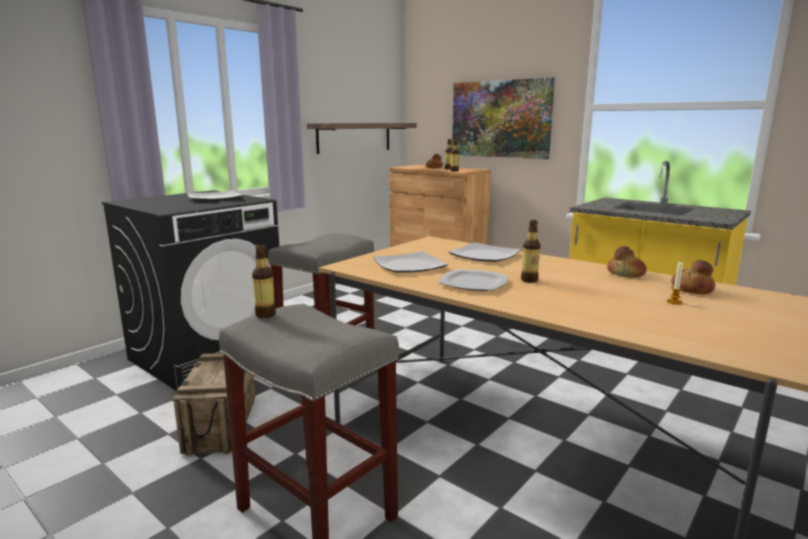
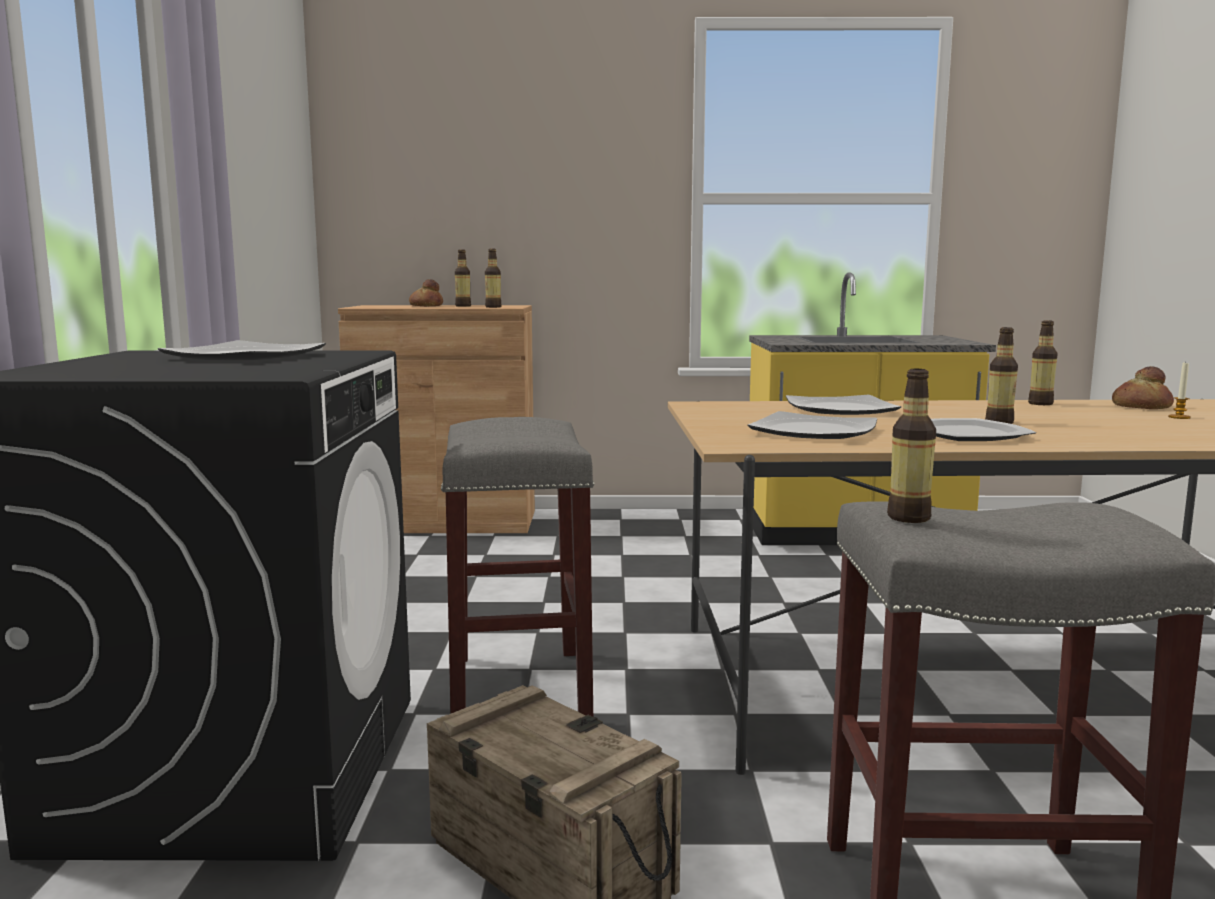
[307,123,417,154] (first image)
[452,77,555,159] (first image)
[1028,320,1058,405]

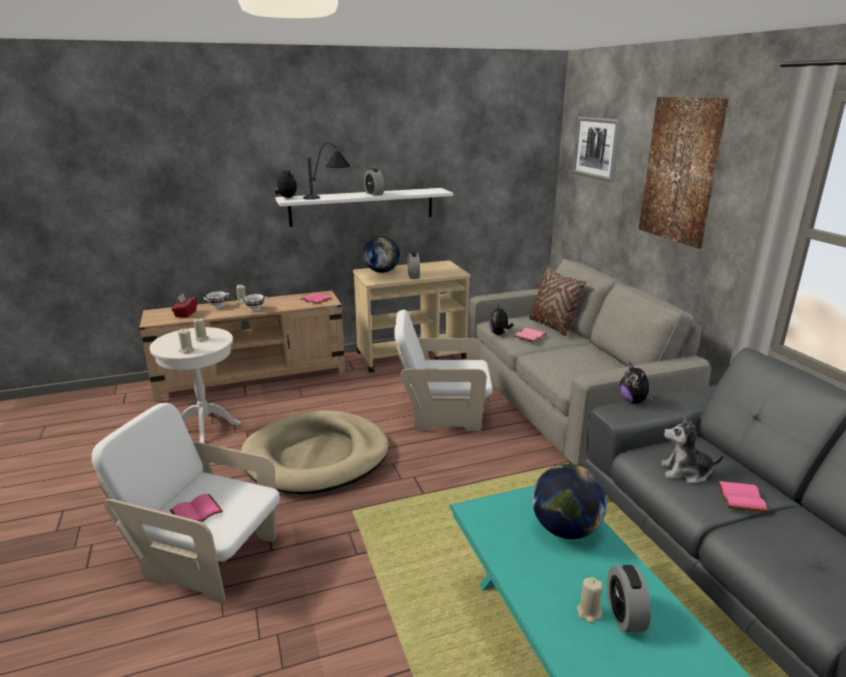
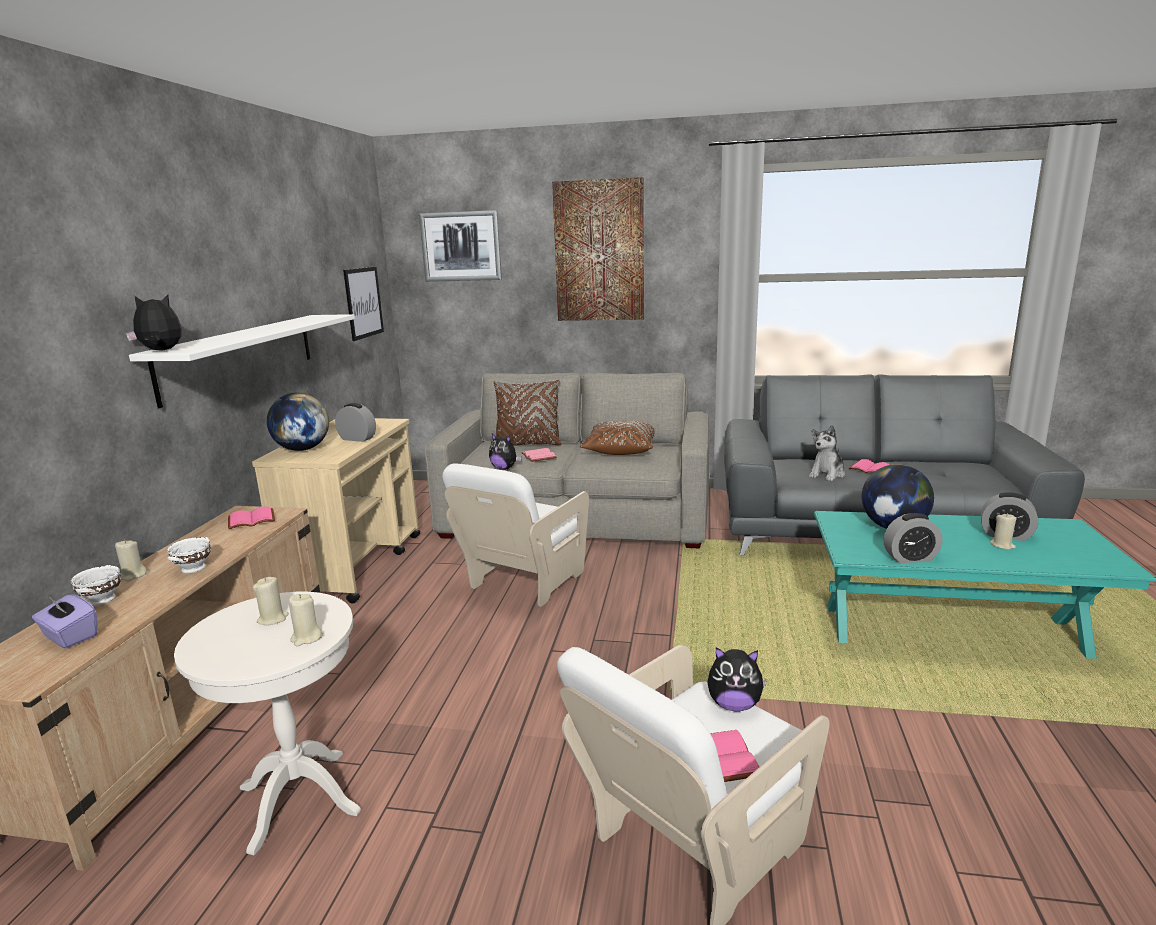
[241,411,389,494] (first image)
[303,143,350,200] (first image)
[343,266,384,341]
[580,421,655,455]
[884,513,943,563]
[707,647,767,711]
[32,594,97,649]

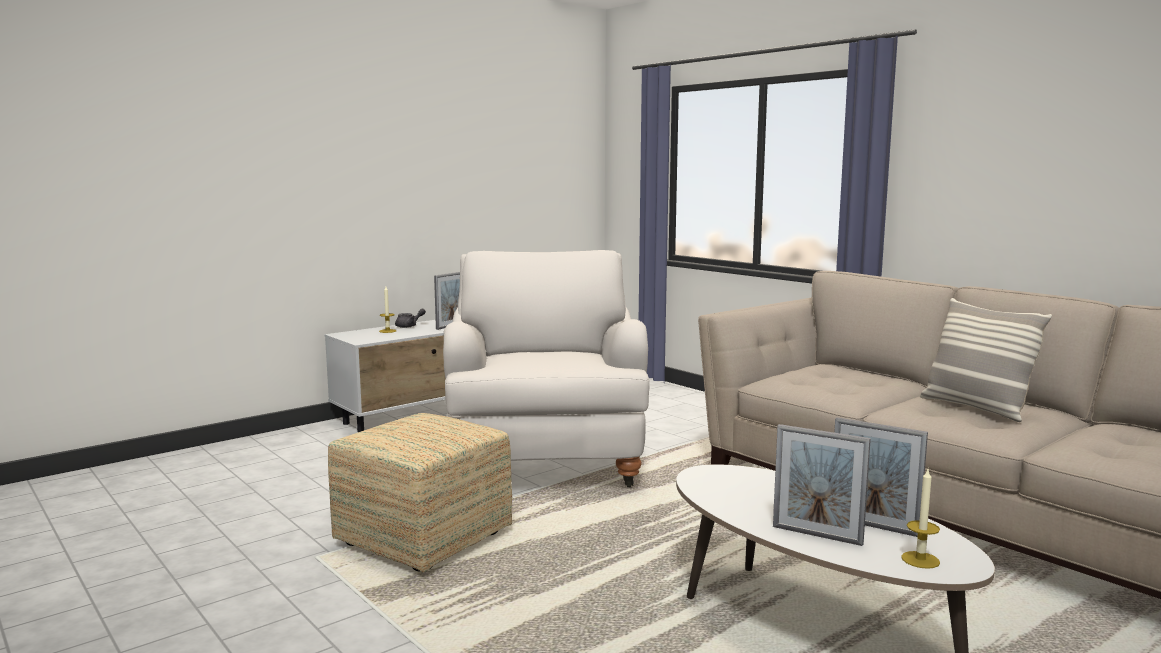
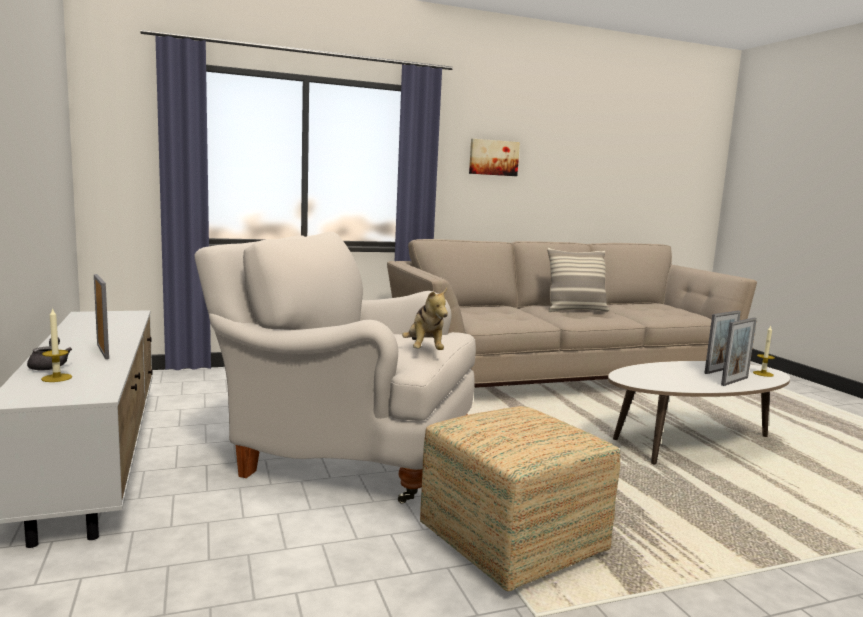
[402,288,448,350]
[469,139,520,176]

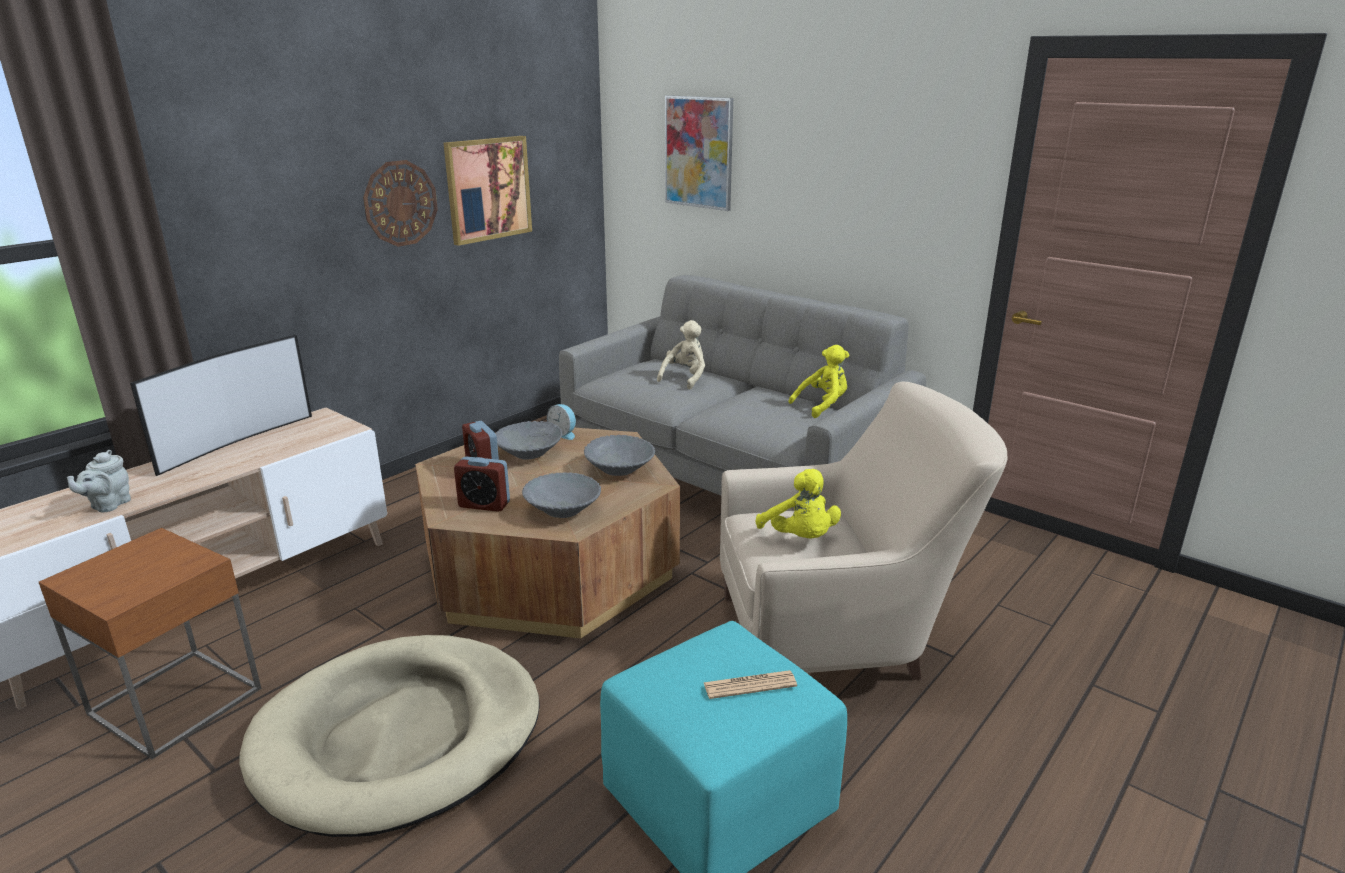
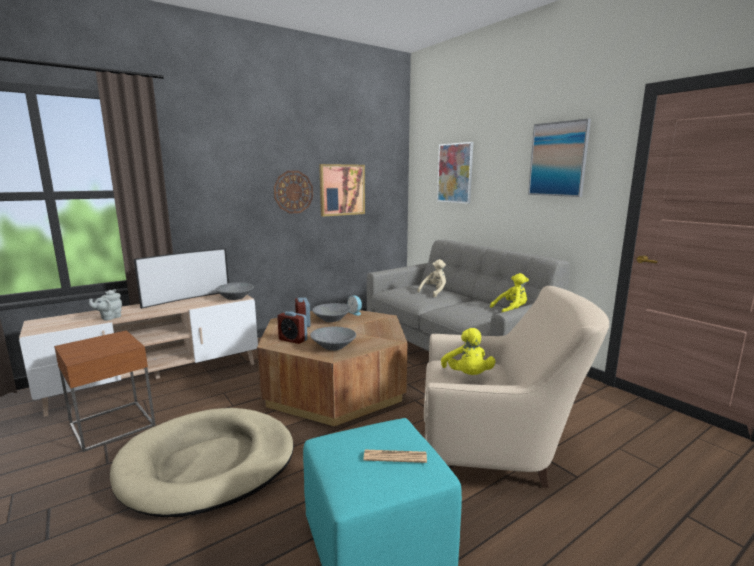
[528,118,591,197]
[215,282,254,300]

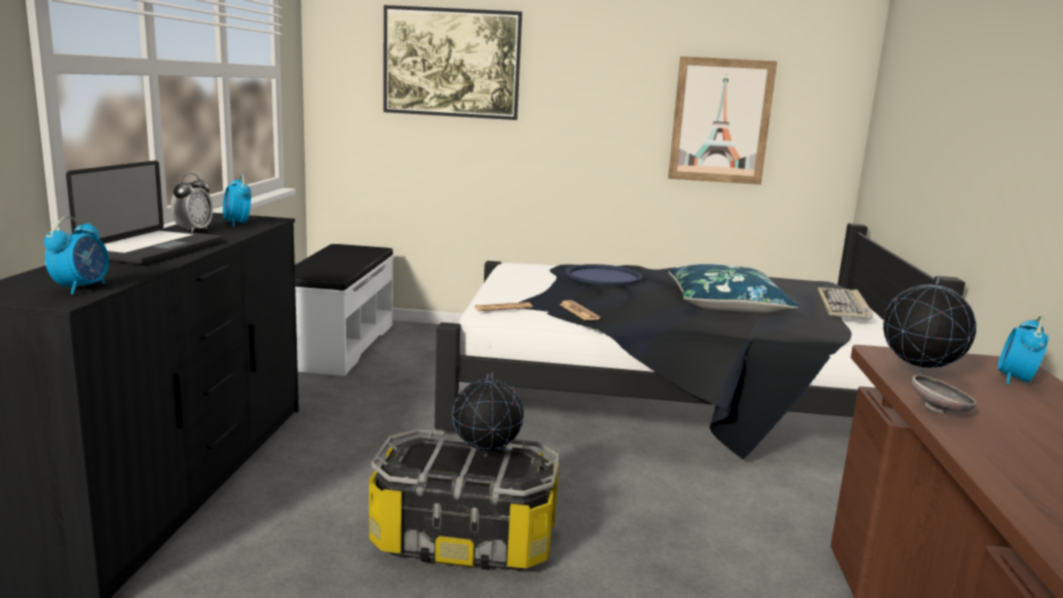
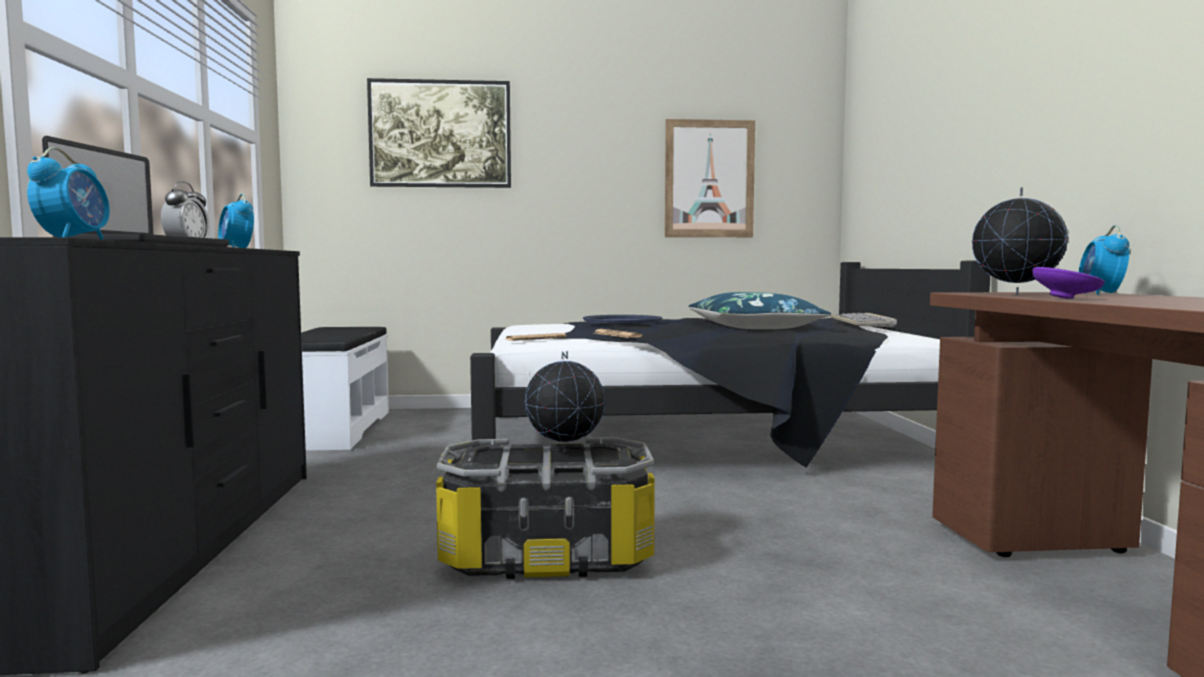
[1032,267,1105,299]

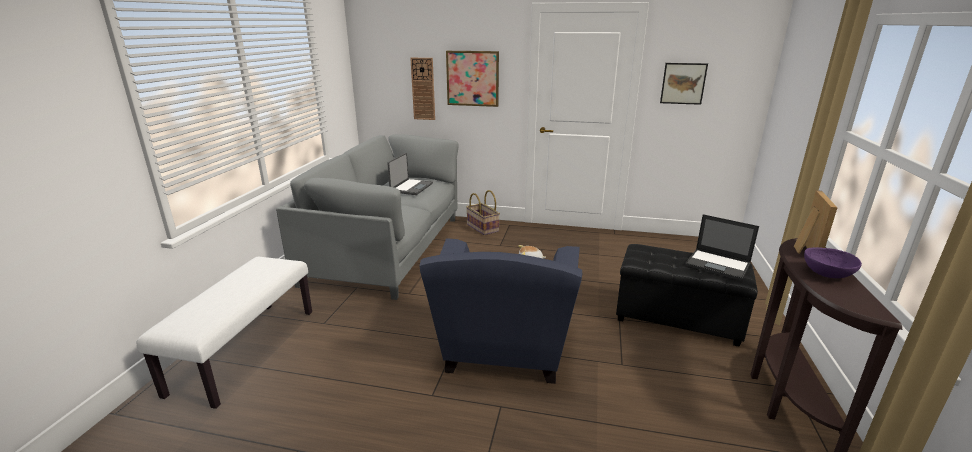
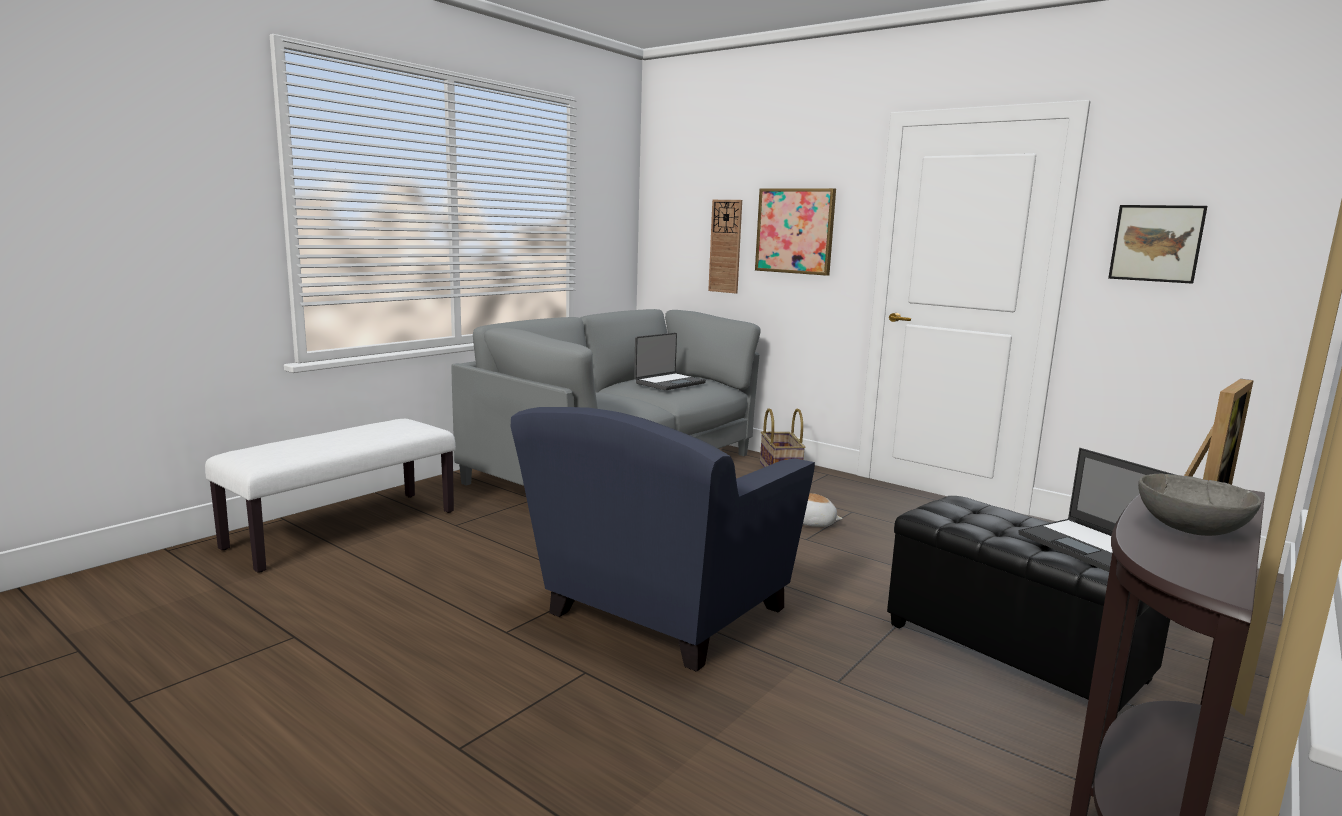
[1138,474,1261,536]

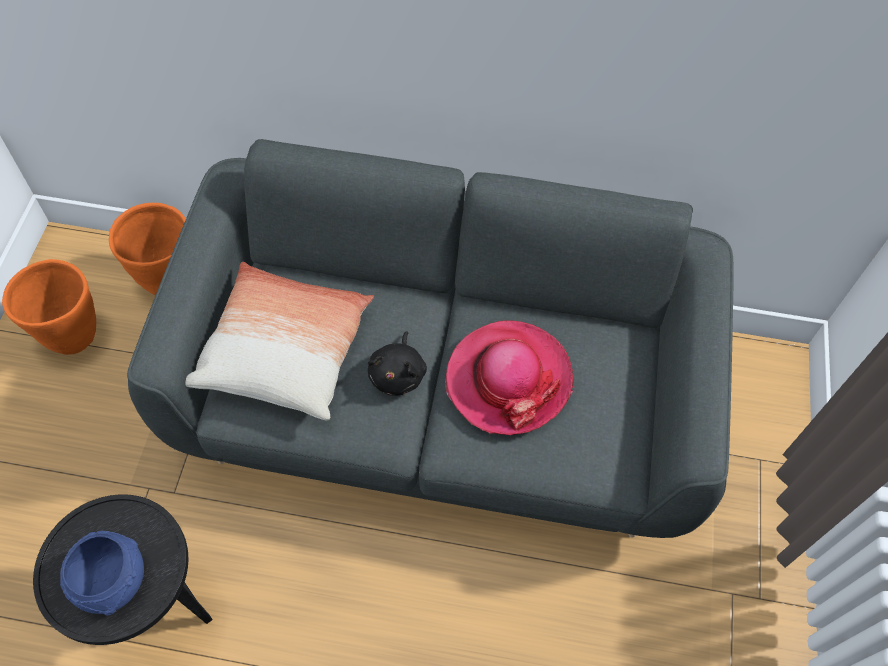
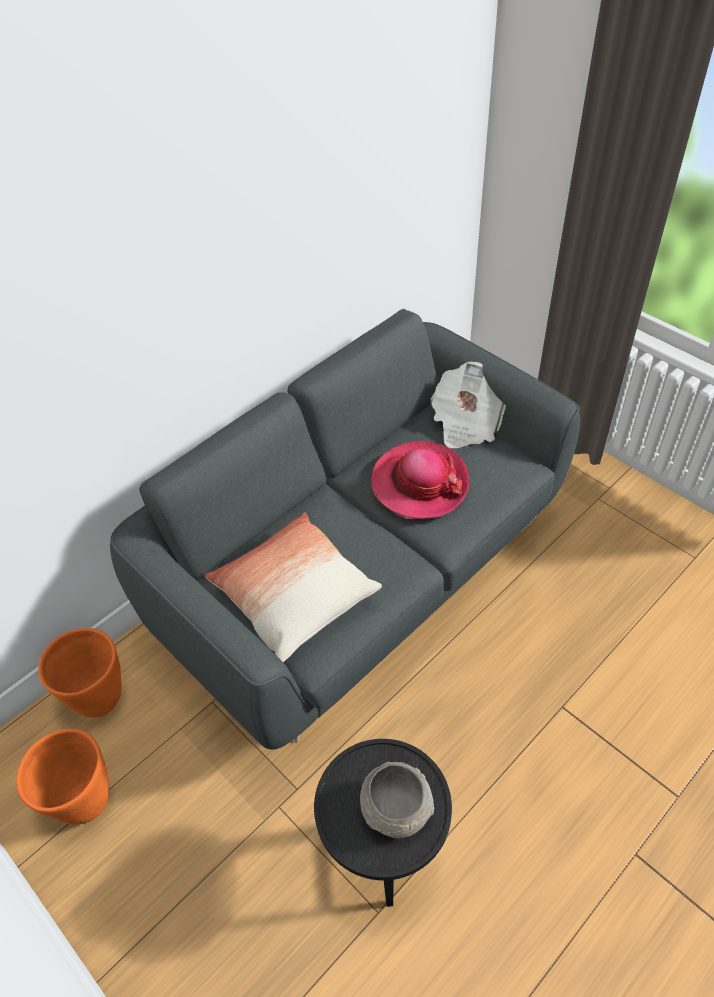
[368,331,427,396] (first image)
[431,362,506,448]
[360,762,434,838]

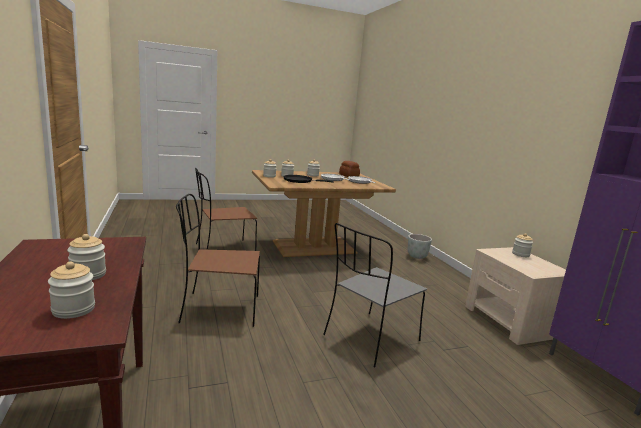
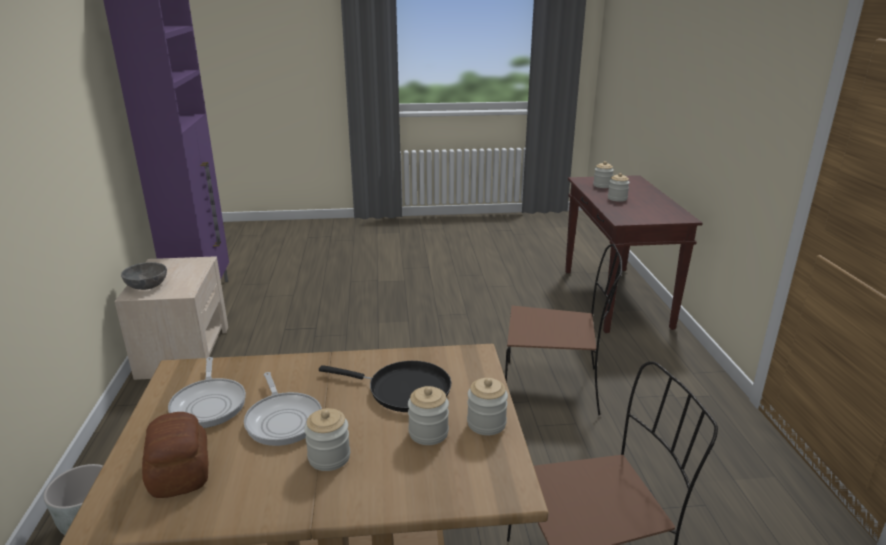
[323,223,427,367] (first image)
[121,262,167,290]

